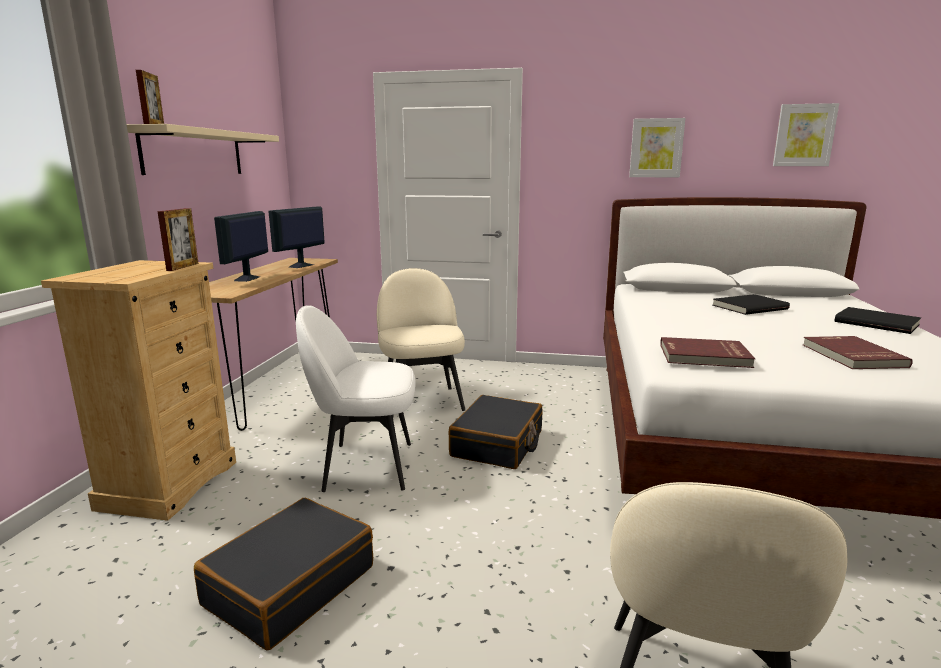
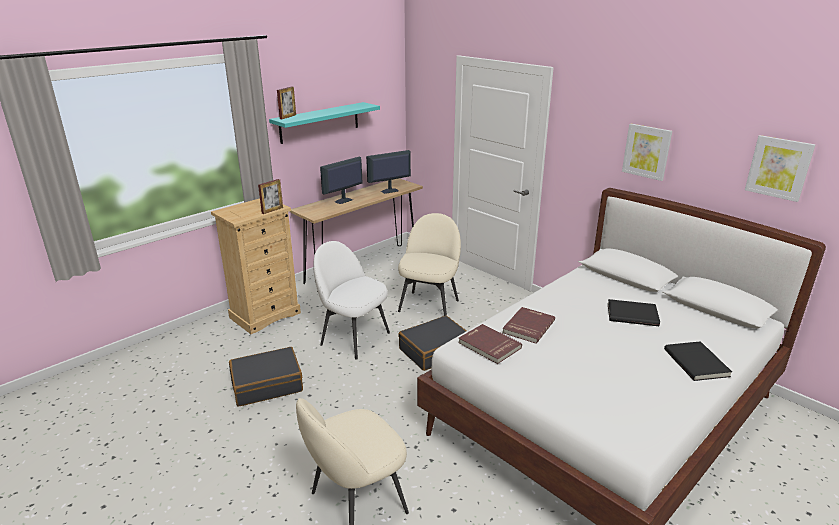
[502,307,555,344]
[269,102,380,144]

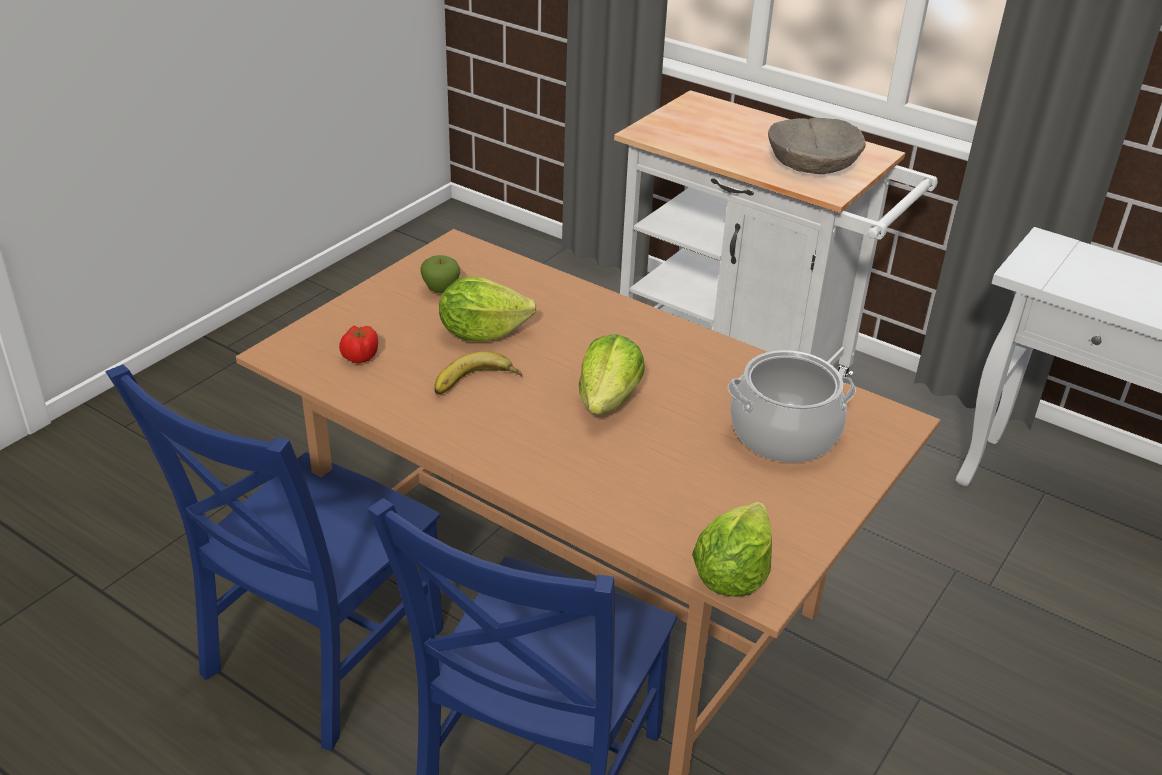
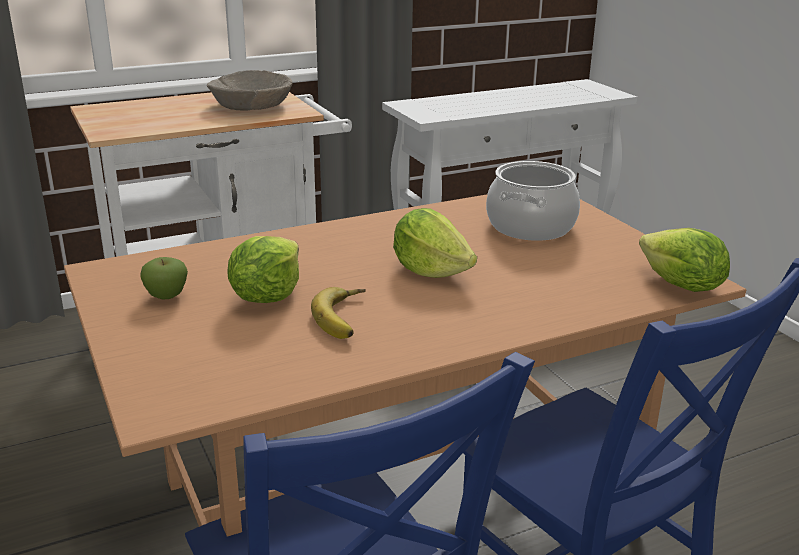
[339,325,378,363] (first image)

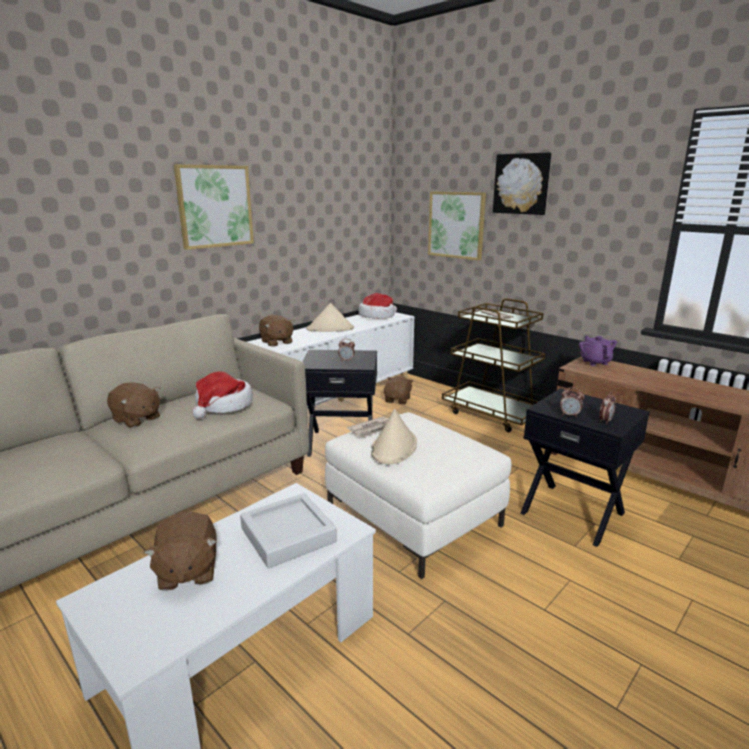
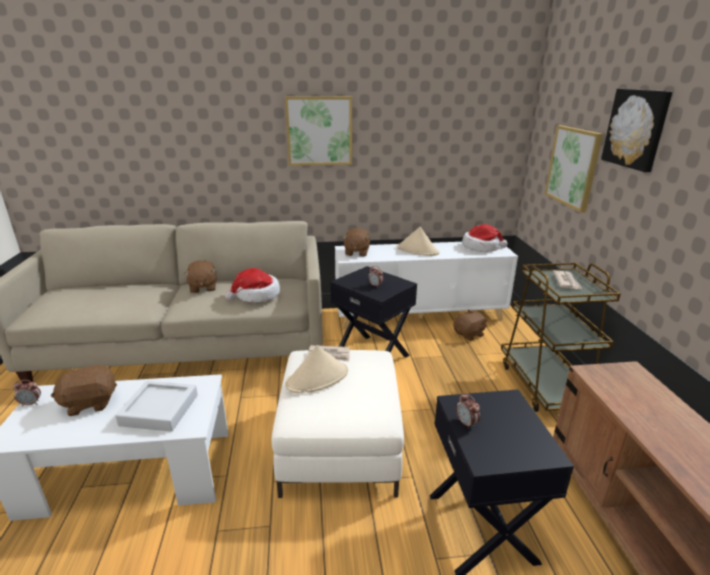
[579,336,617,366] (first image)
[13,380,41,406]
[51,365,117,416]

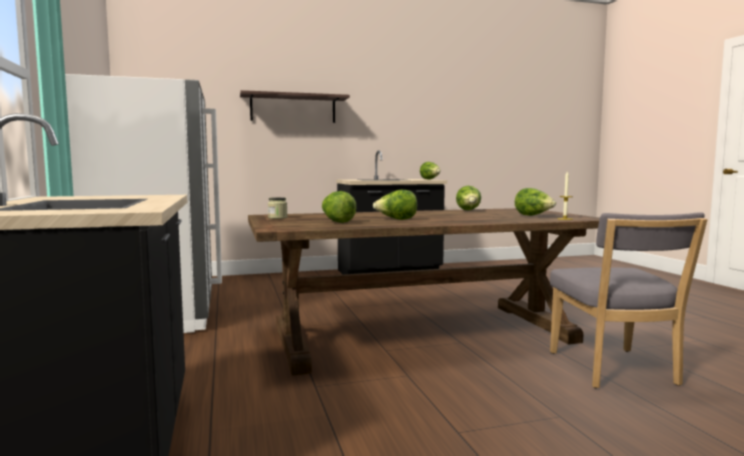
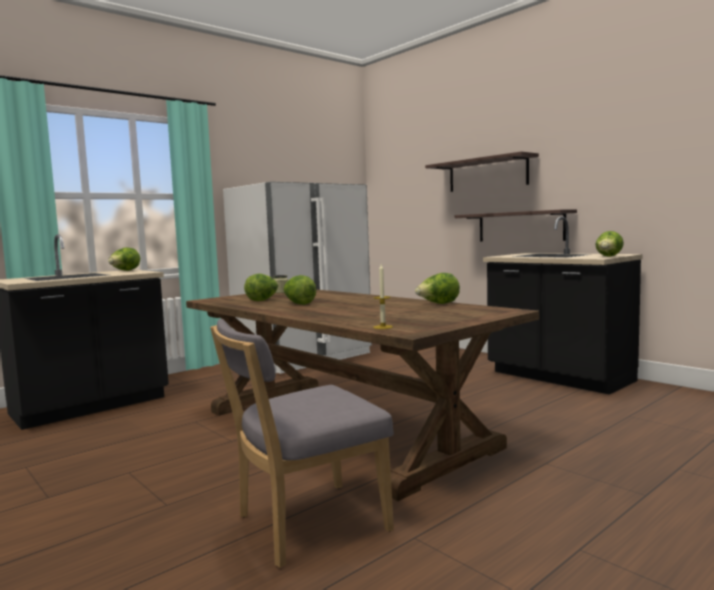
[455,209,577,241]
[108,247,140,271]

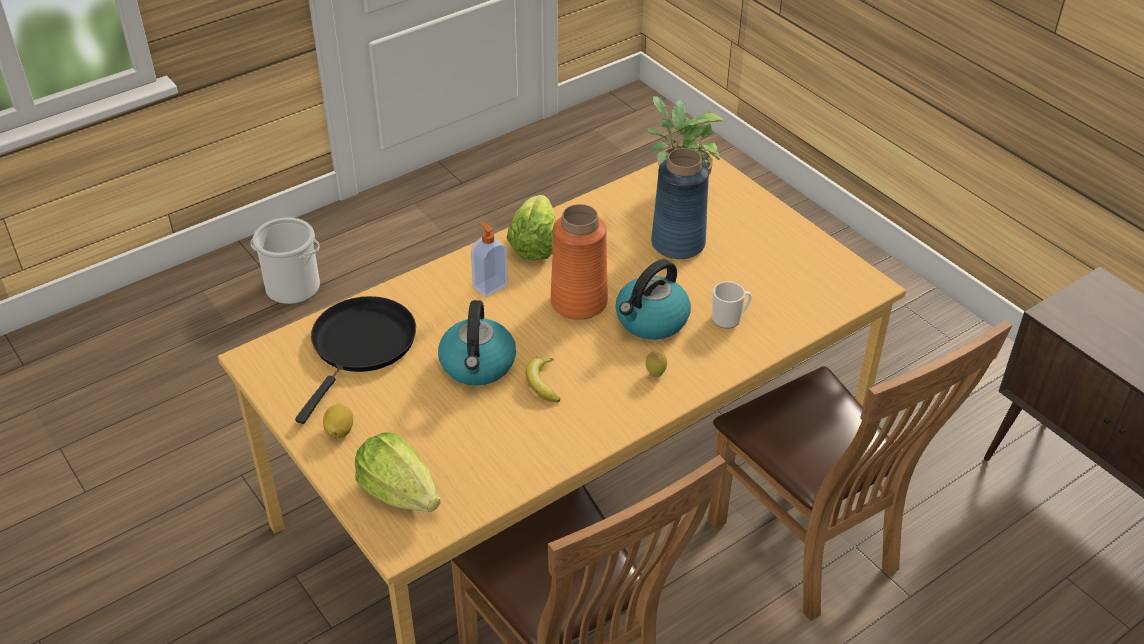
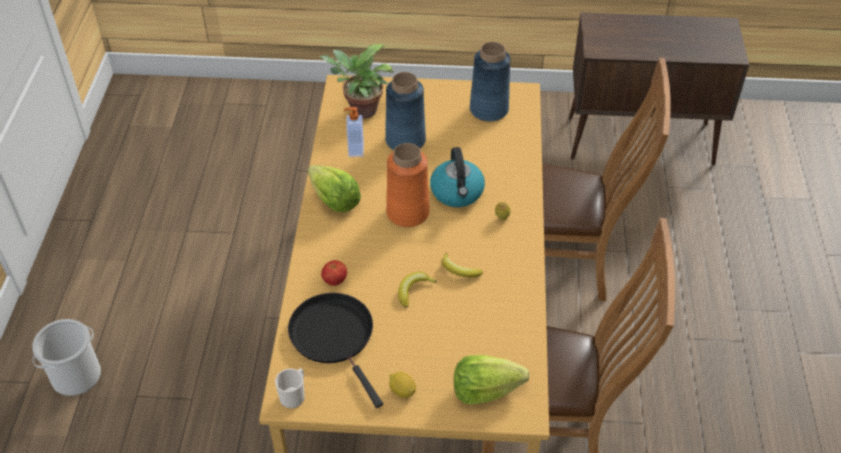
[321,260,347,286]
[470,42,511,122]
[344,107,364,157]
[275,368,305,408]
[398,271,437,308]

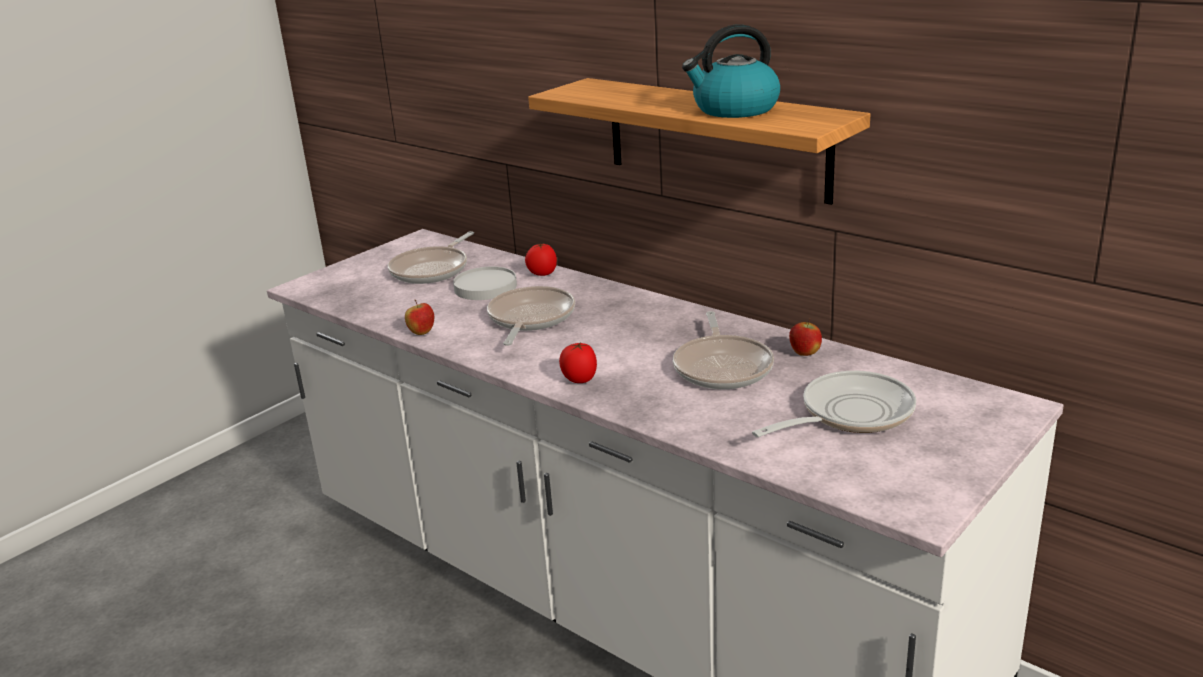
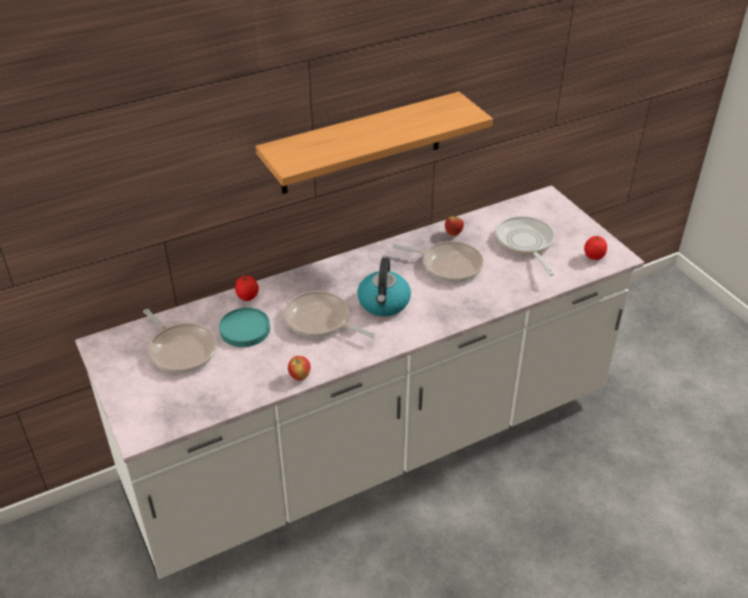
[584,235,607,260]
[357,258,411,316]
[219,308,270,347]

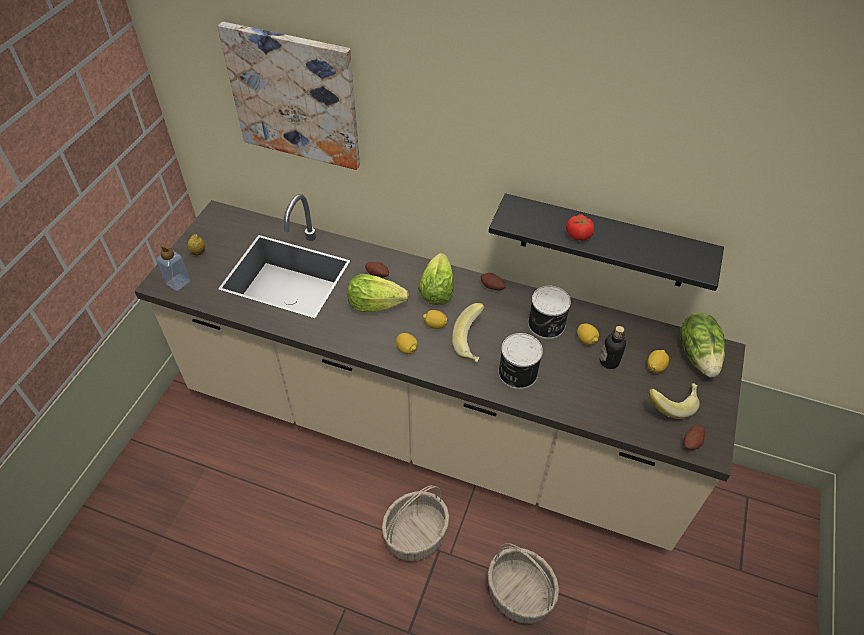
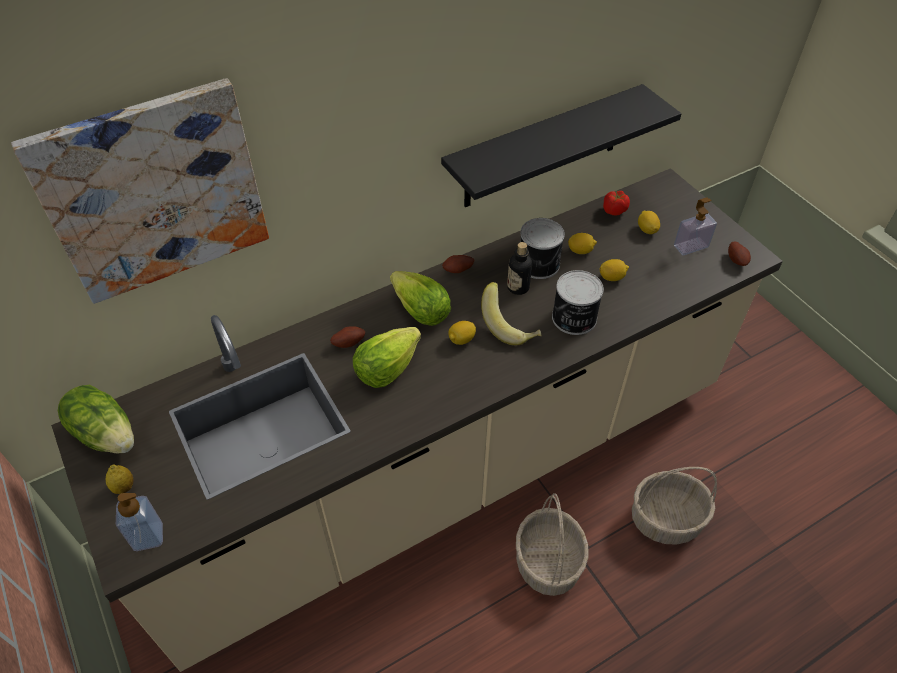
[599,259,629,281]
[603,191,630,215]
[507,242,532,295]
[58,385,134,454]
[674,197,717,255]

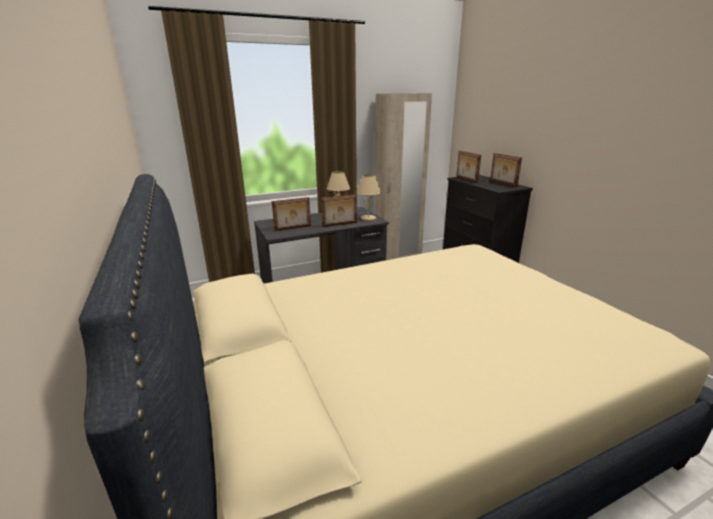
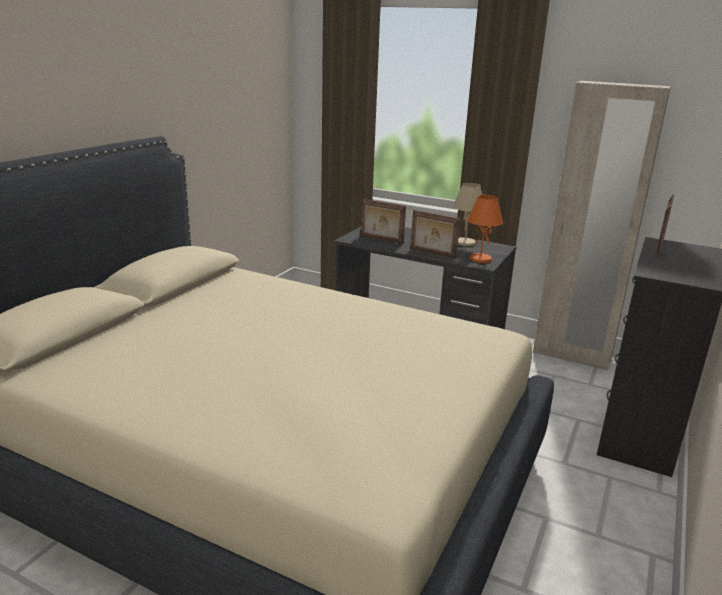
[490,153,522,187] (first image)
[467,195,503,263]

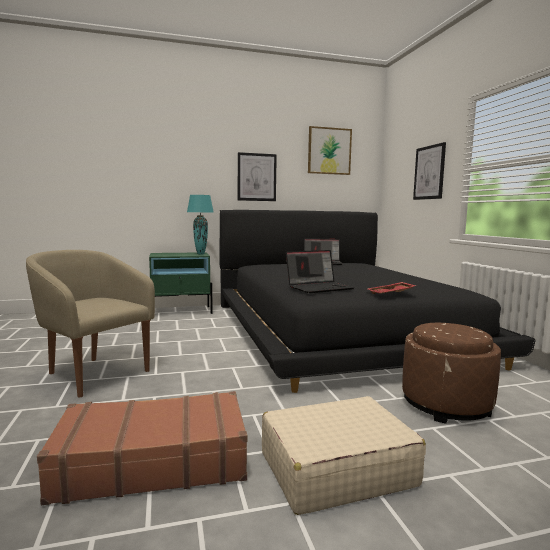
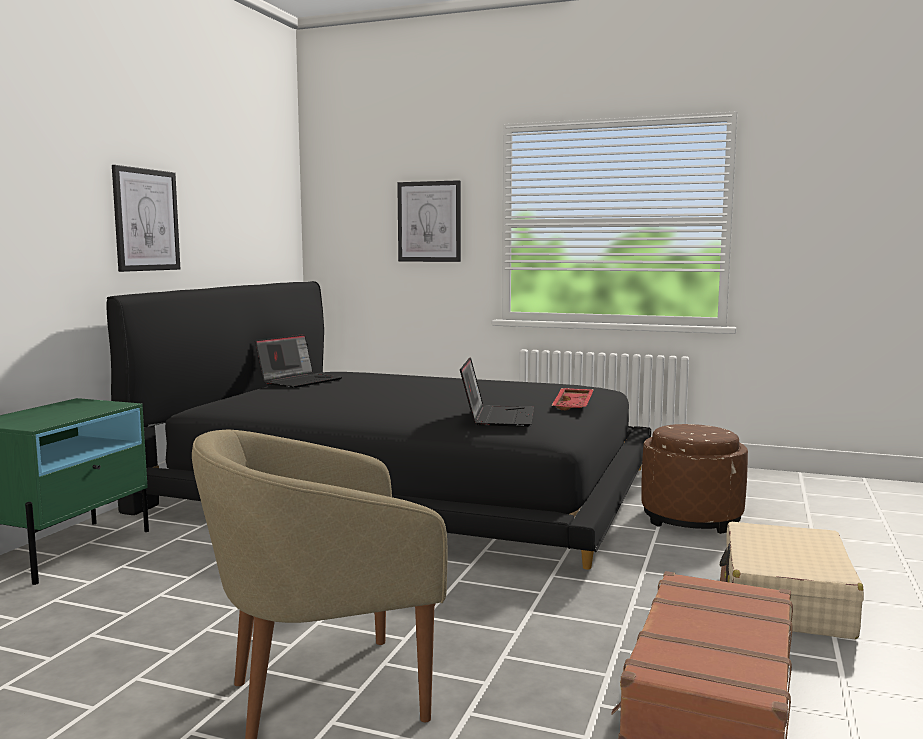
[187,195,214,255] (first image)
[308,126,352,175] (first image)

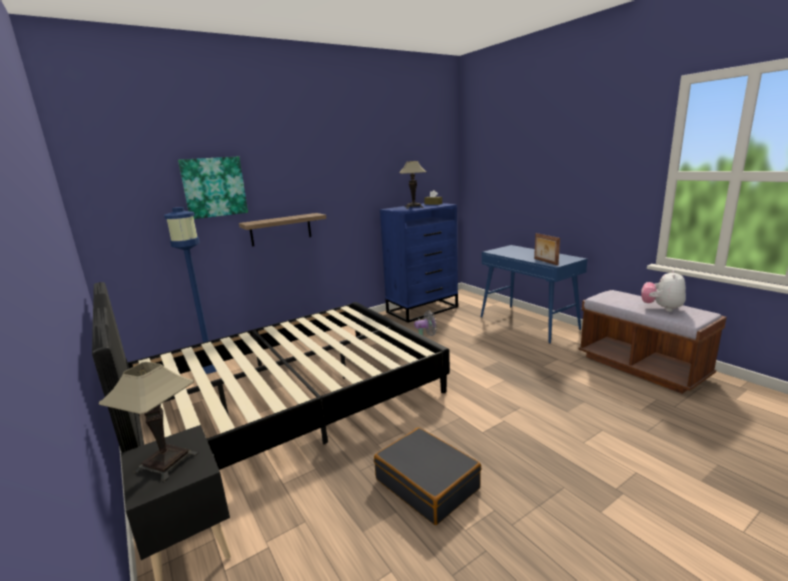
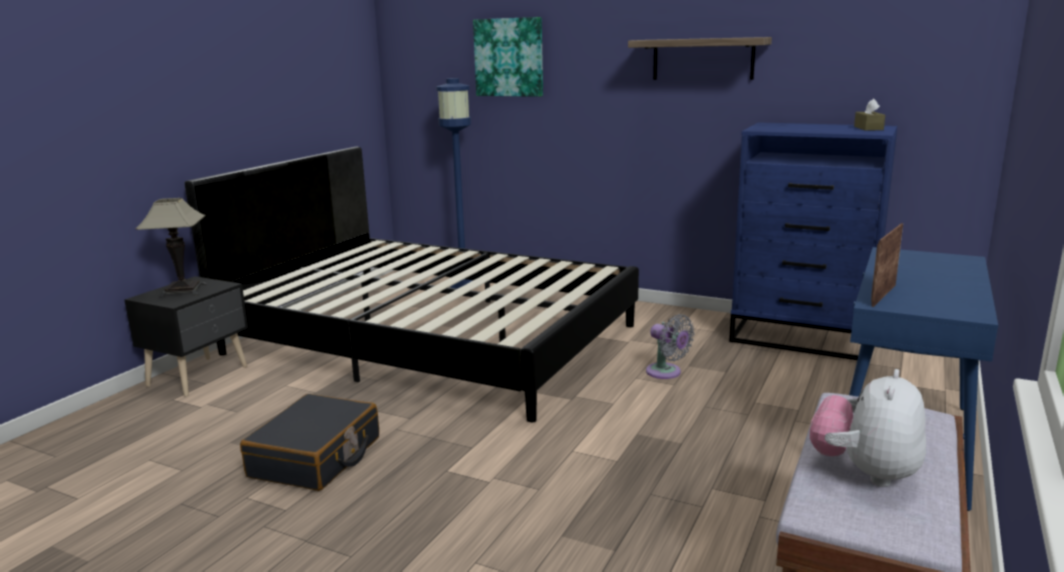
[399,161,426,209] (first image)
[628,37,772,80]
[810,369,926,487]

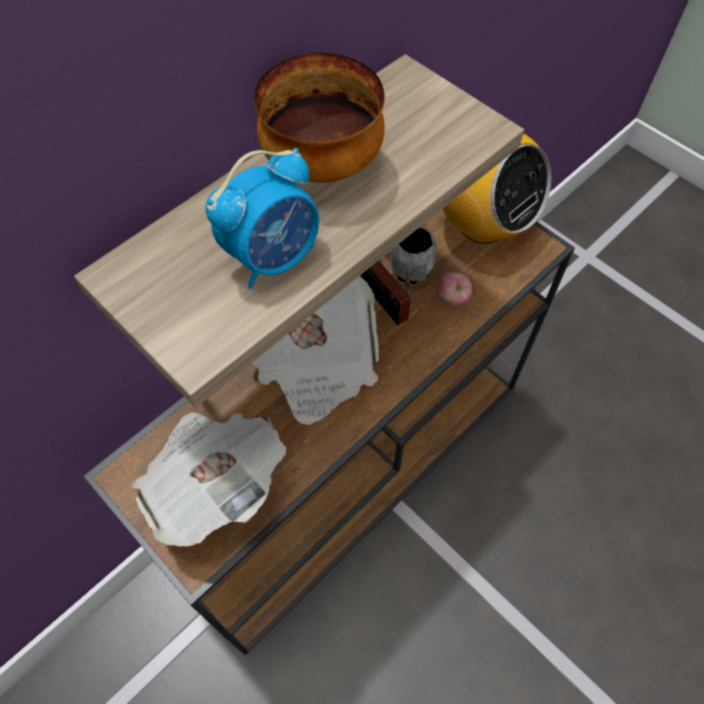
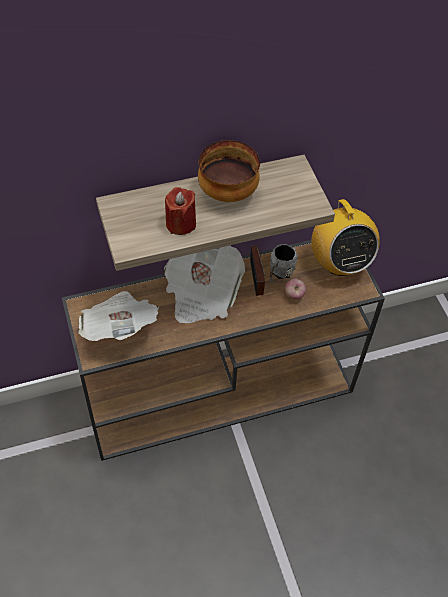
[165,187,196,235]

